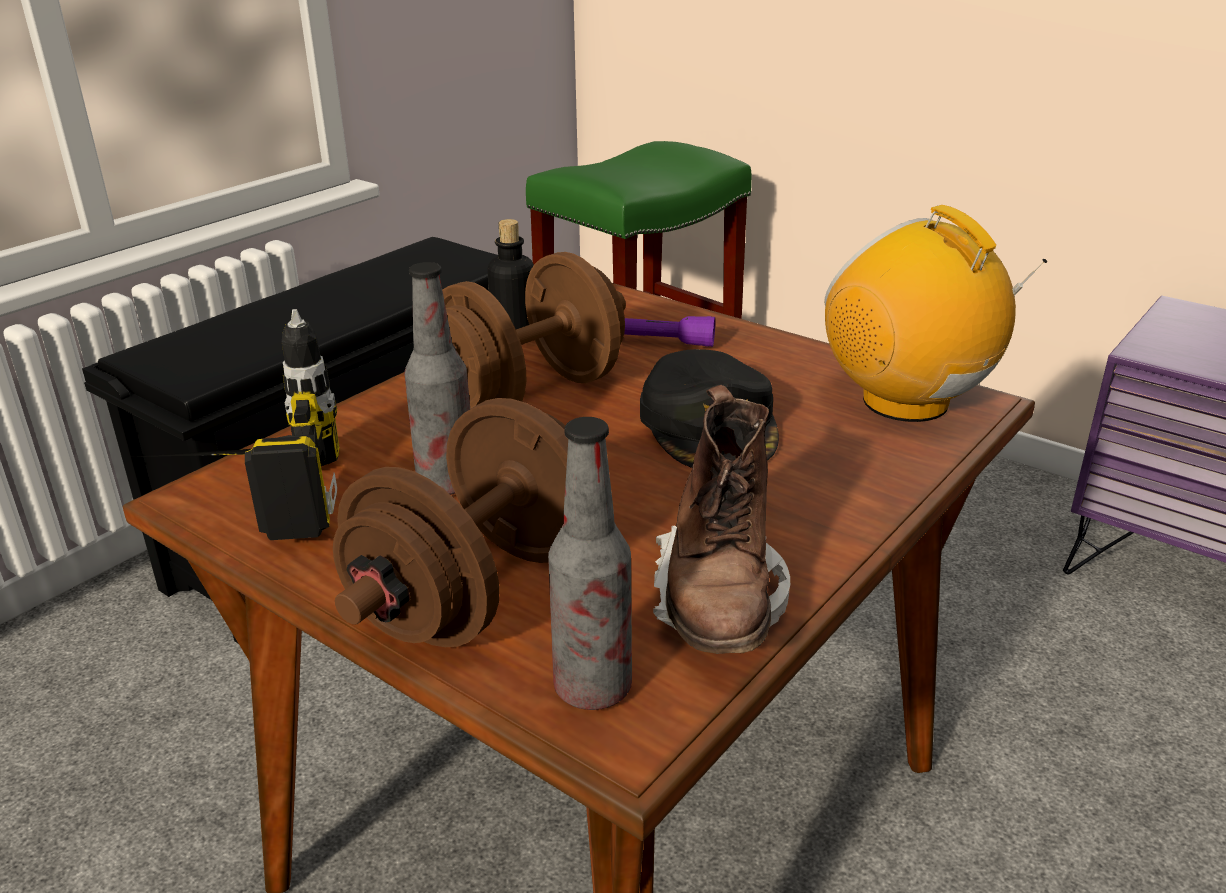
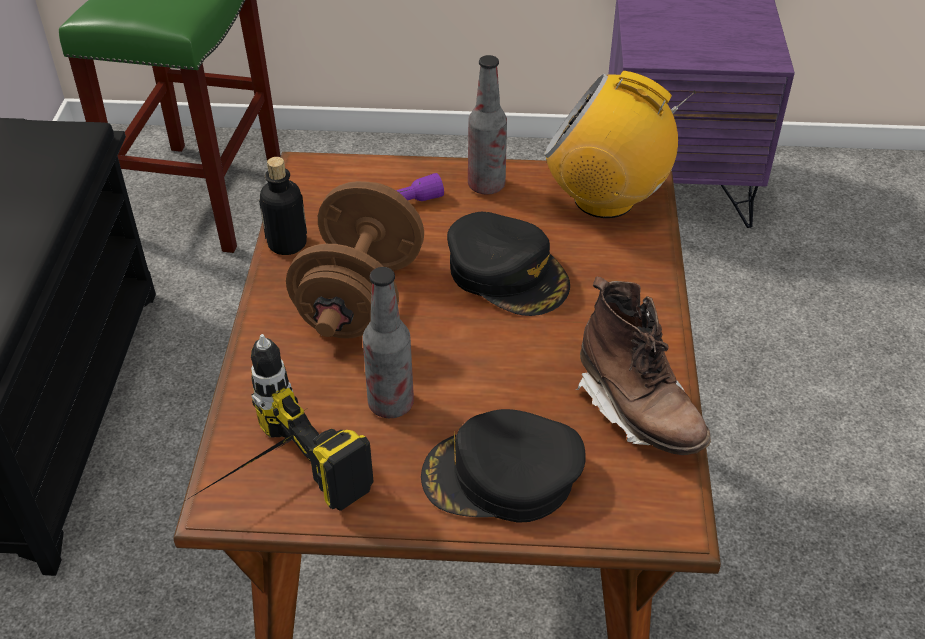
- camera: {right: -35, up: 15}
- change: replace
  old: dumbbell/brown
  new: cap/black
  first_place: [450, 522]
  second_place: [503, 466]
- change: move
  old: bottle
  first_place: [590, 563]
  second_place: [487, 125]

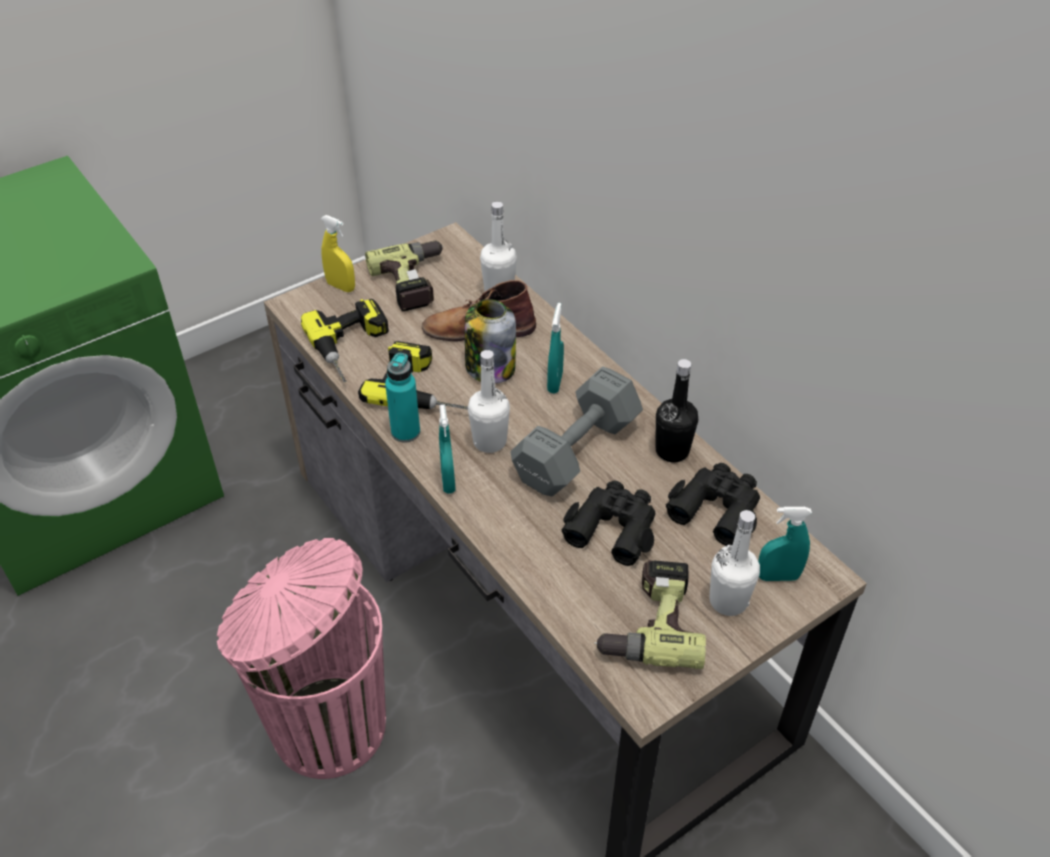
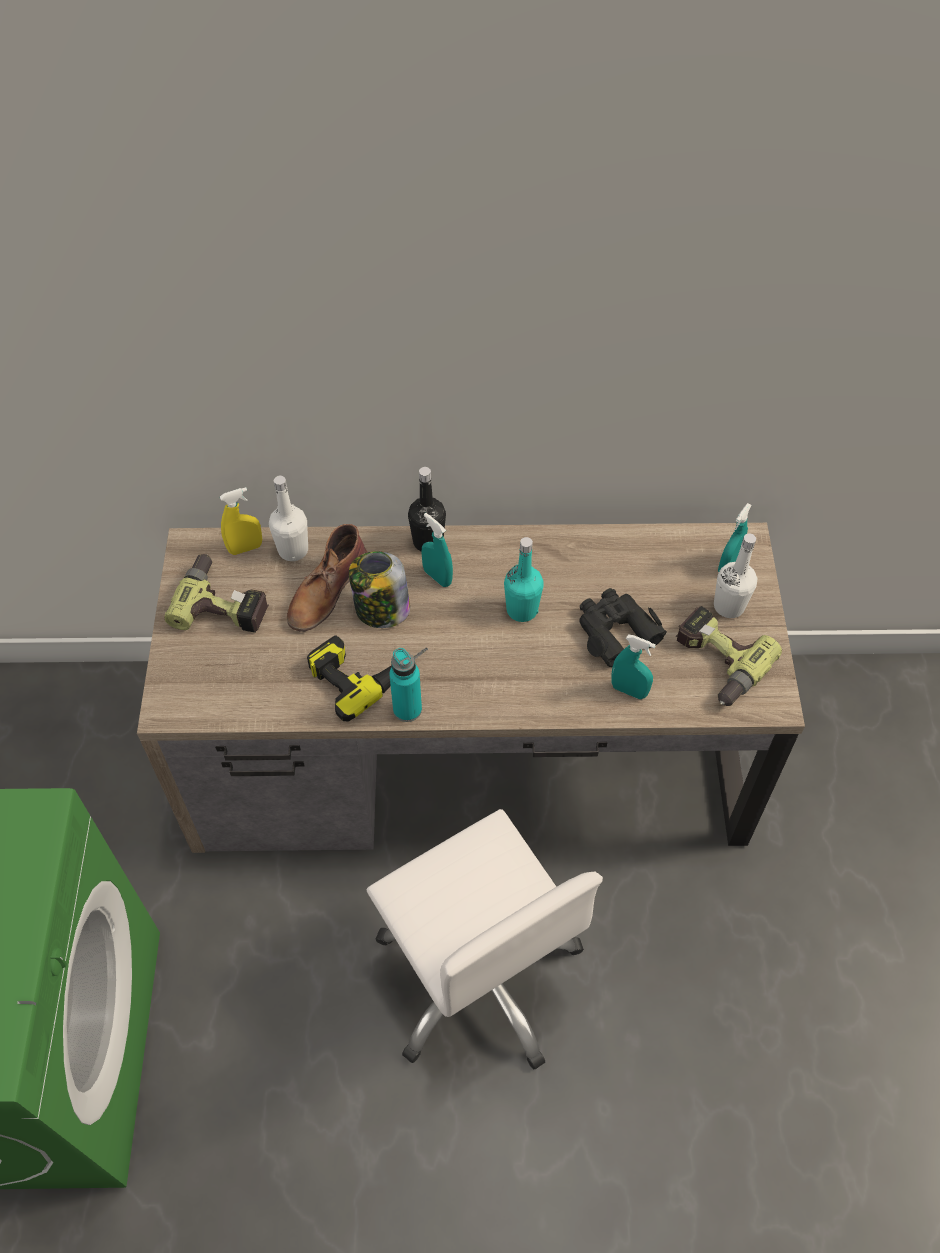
- camera: {right: -55, up: 10}
- change: move
  old: spray bottle/yellow
  first_place: [338, 253]
  second_place: [241, 521]
- change: replace
  old: trash can/pink
  new: office chair/white
  first_place: [301, 658]
  second_place: [485, 939]
- change: move
  old: bottle/black
  first_place: [677, 410]
  second_place: [427, 509]
- change: replace
  old: dumbbell/grey
  new: bottle/turquoise
  first_place: [576, 431]
  second_place: [524, 579]
- change: move
  old: spray bottle/turquoise
  first_place: [447, 449]
  second_place: [633, 667]
- change: delete
  old: power drill
  first_place: [345, 340]
- change: delete
  old: bottle/white
  first_place: [489, 401]
- change: delete
  old: binoculars/black
  first_place: [713, 504]

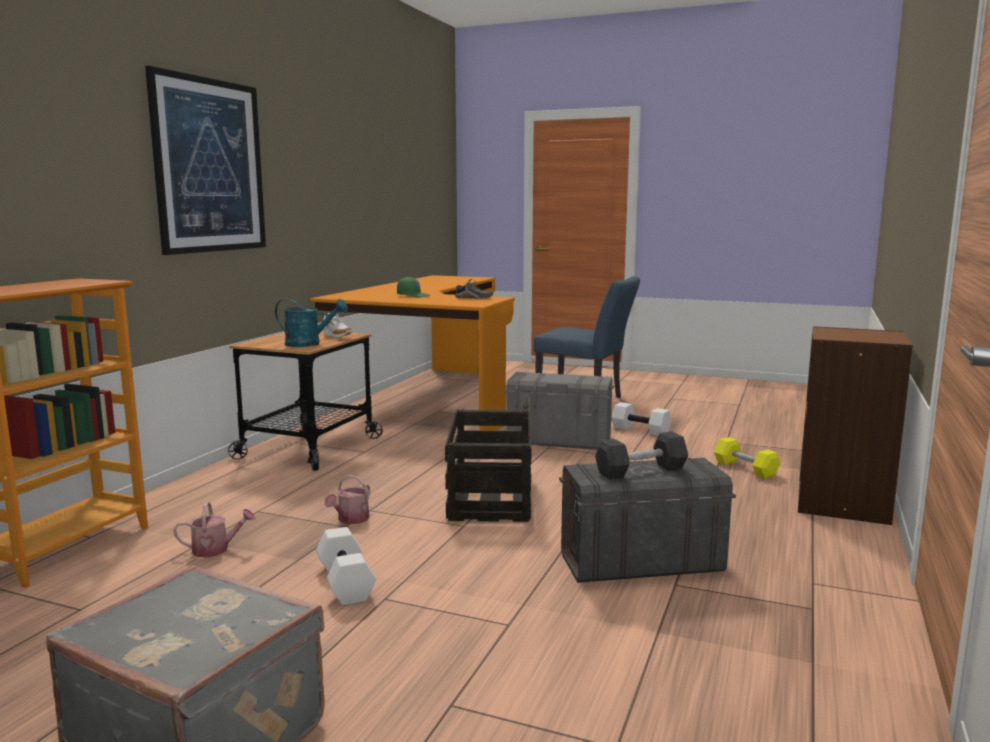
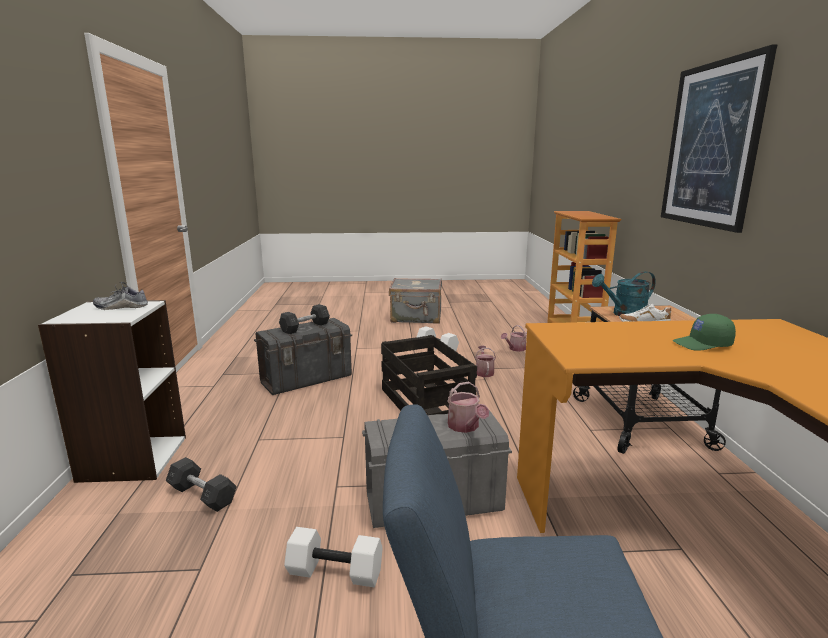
- camera: {right: 155, up: 5}
- change: recolor
  old: bookcase/brown
  new: bookcase/white
  first_place: [855, 425]
  second_place: [112, 391]
- change: move
  old: shoe
  first_place: [474, 289]
  second_place: [120, 296]
- change: recolor
  old: dumbbell/yellow
  new: dumbbell/grey
  first_place: [747, 458]
  second_place: [201, 484]
- change: insert
  new: watering can
  second_place: [468, 407]

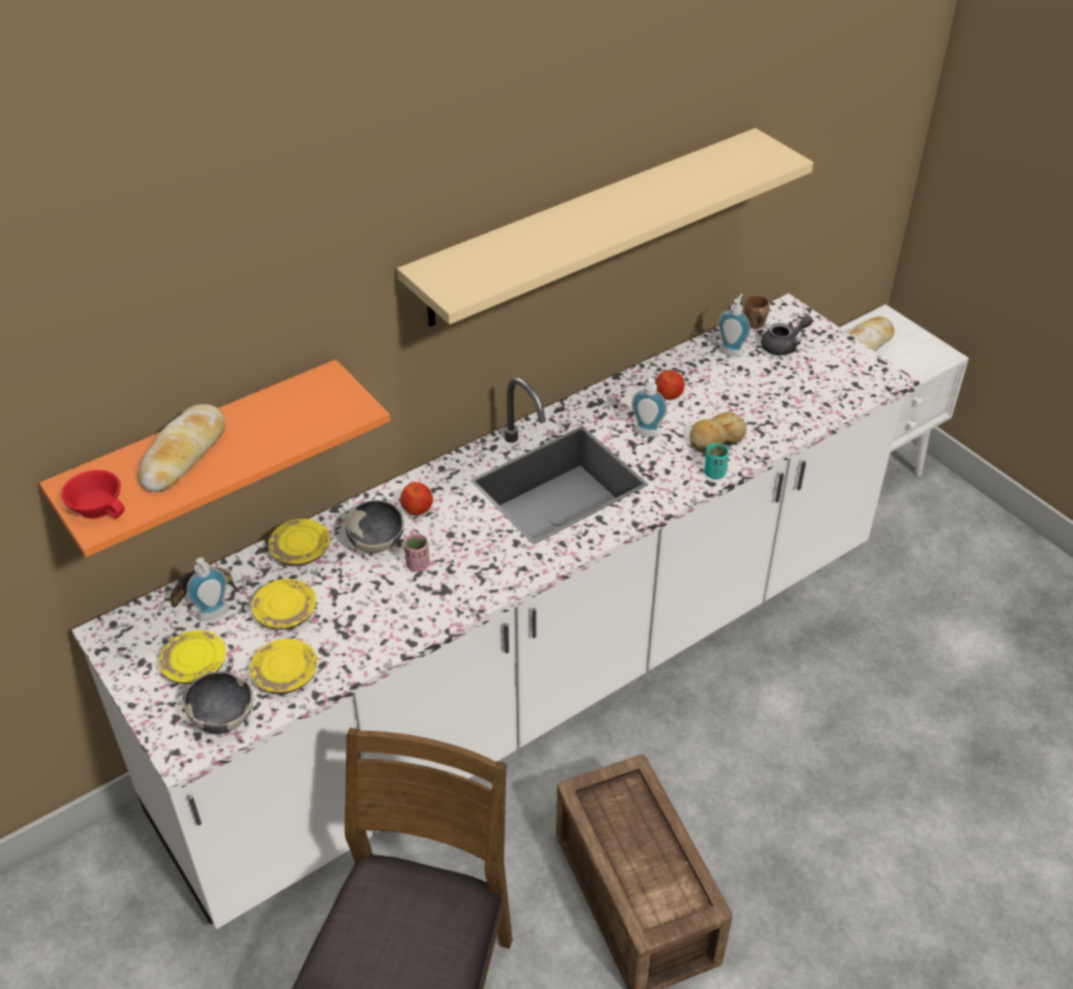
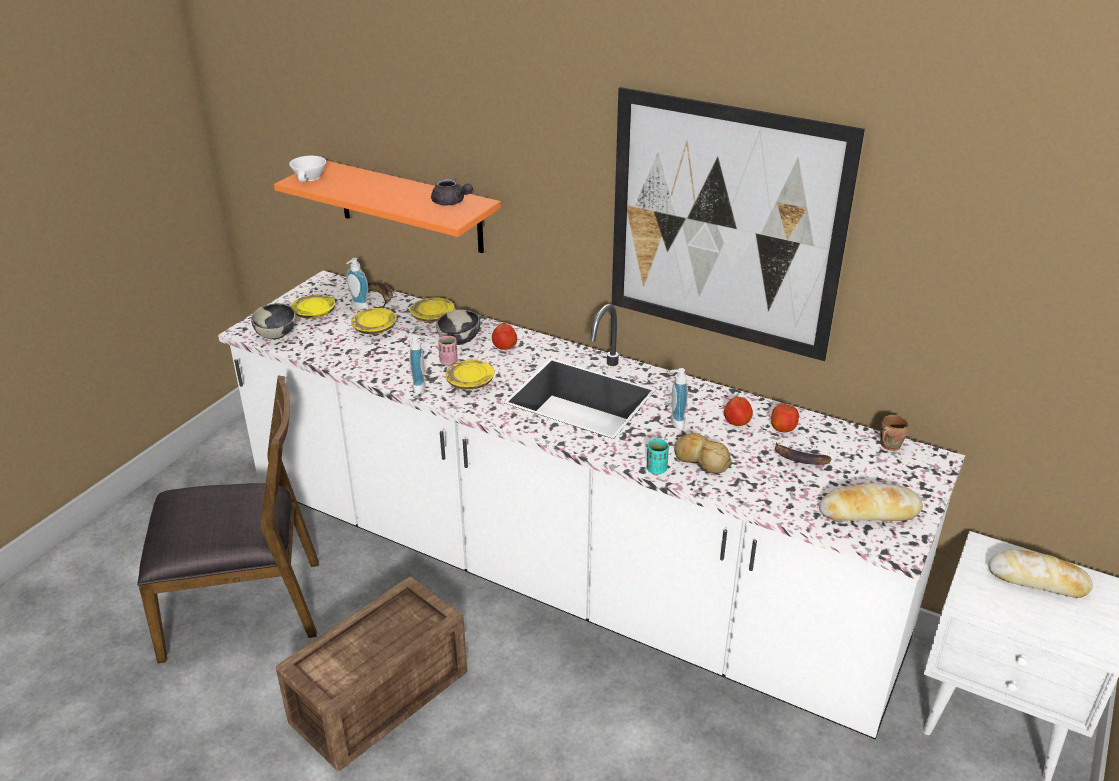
- camera: {right: 65, up: -10}
- change: recolor
  old: cup/red
  new: cup/white
  first_place: [93, 494]
  second_place: [307, 169]
- change: move
  old: soap dispenser
  first_place: [734, 325]
  second_place: [418, 364]
- change: move
  old: teapot/grey
  first_place: [787, 335]
  second_place: [452, 191]
- change: move
  old: plate/yellow
  first_place: [283, 666]
  second_place: [470, 375]
- change: replace
  old: shelf/beige
  new: picture
  first_place: [605, 227]
  second_place: [738, 224]
- change: insert
  new: apple
  second_place: [785, 418]
- change: insert
  new: banana
  second_place: [803, 454]
- change: move
  old: bread
  first_place: [181, 448]
  second_place: [871, 502]

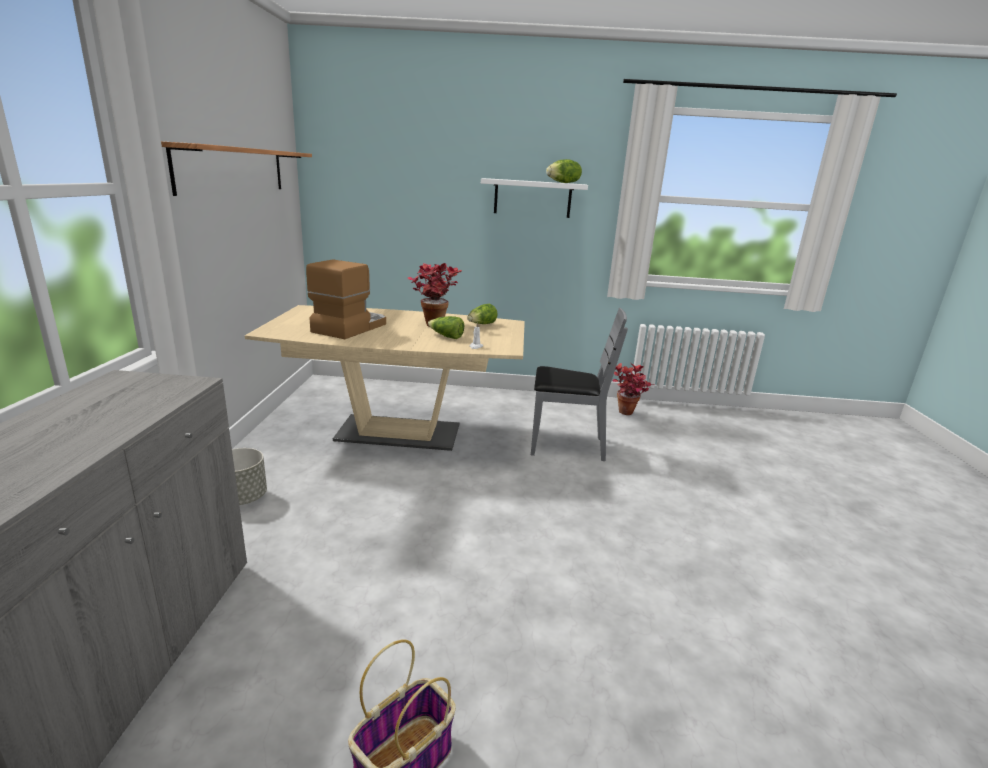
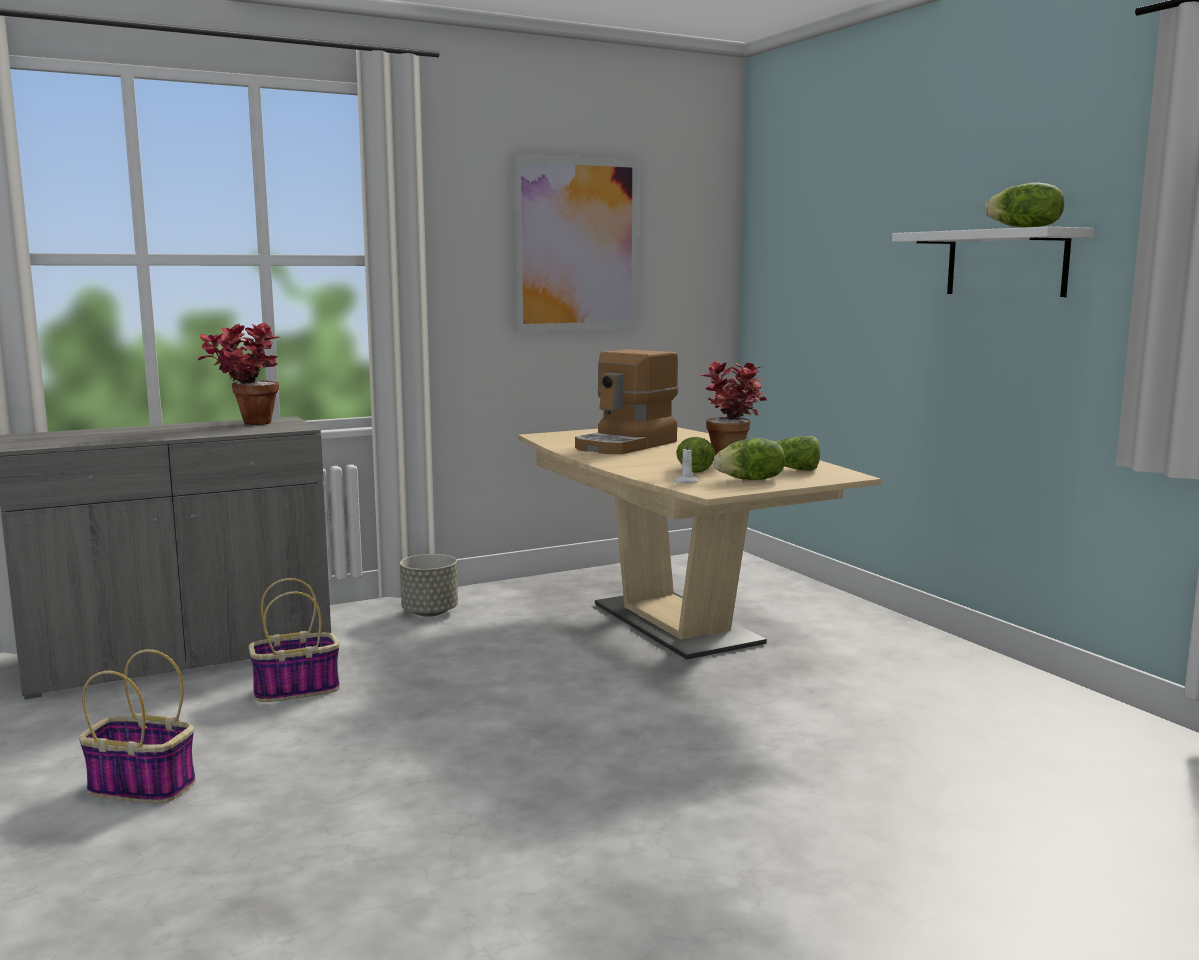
- camera: {right: 60, up: -10}
- change: move
  old: potted plant
  first_place: [632, 389]
  second_place: [239, 373]
- change: insert
  new: basket
  second_place: [294, 640]
- change: replace
  old: shelf
  new: picture
  first_place: [236, 168]
  second_place: [575, 242]
- change: rotate
  old: coffee machine
  first_place: [346, 299]
  second_place: [626, 401]
  degrees: 135
- change: insert
  new: lettuce
  second_place: [749, 459]
- change: delete
  old: chair/grey
  first_place: [579, 384]

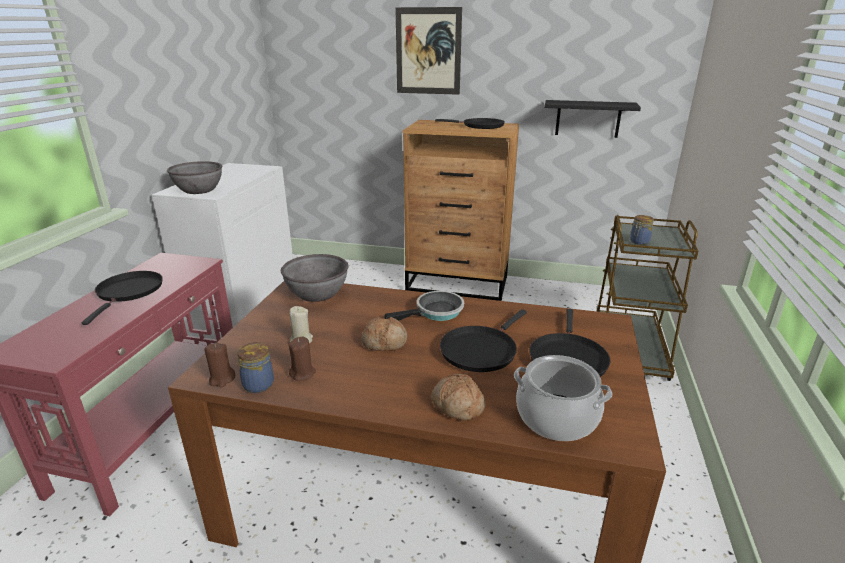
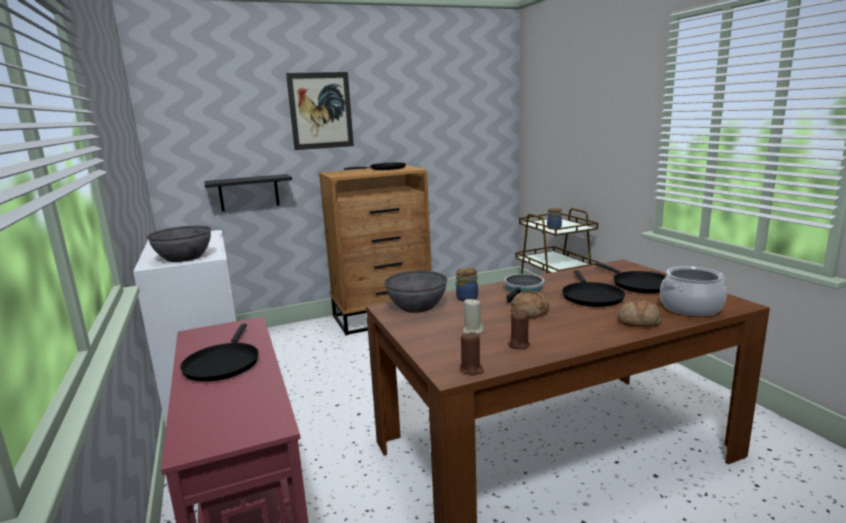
- camera: {right: -35, up: -10}
- change: rotate
  old: frying pan/black
  first_place: [122, 298]
  second_place: [219, 353]
  degrees: -150
- change: move
  old: shelf/black
  first_place: [592, 119]
  second_place: [248, 192]
- change: move
  old: jar
  first_place: [255, 367]
  second_place: [467, 284]

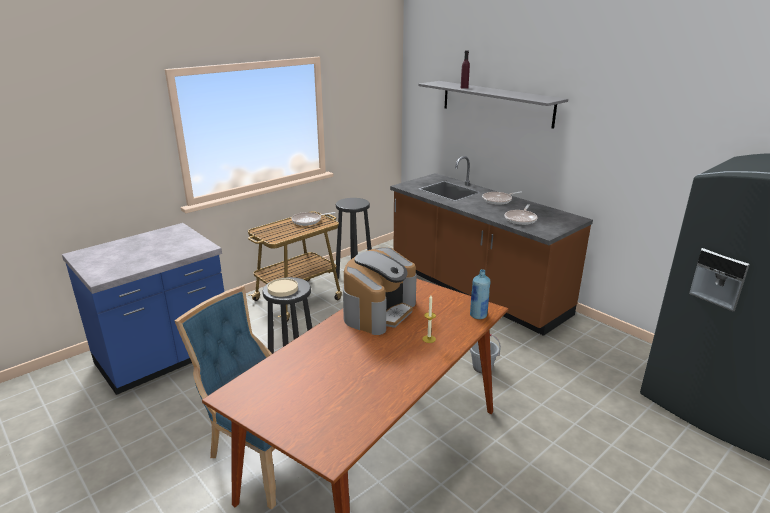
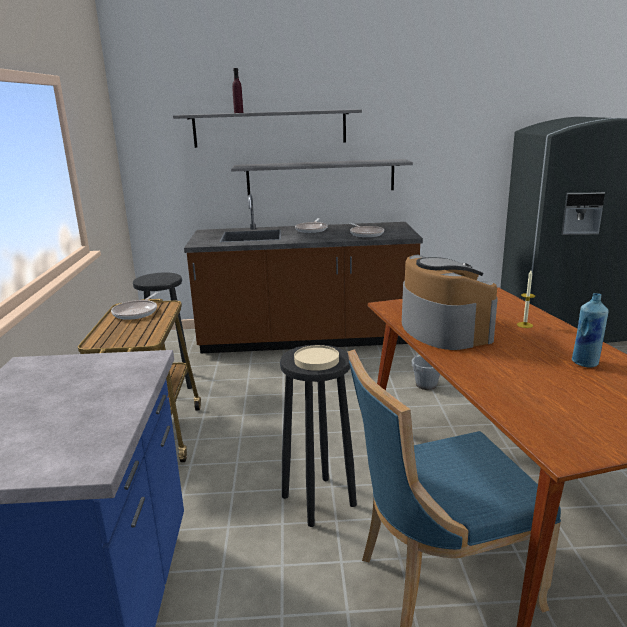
- camera: {right: -50, up: -5}
- change: insert
  new: shelf/grey
  second_place: [322, 177]
- change: move
  old: bottle/blue
  first_place: [480, 294]
  second_place: [590, 330]

